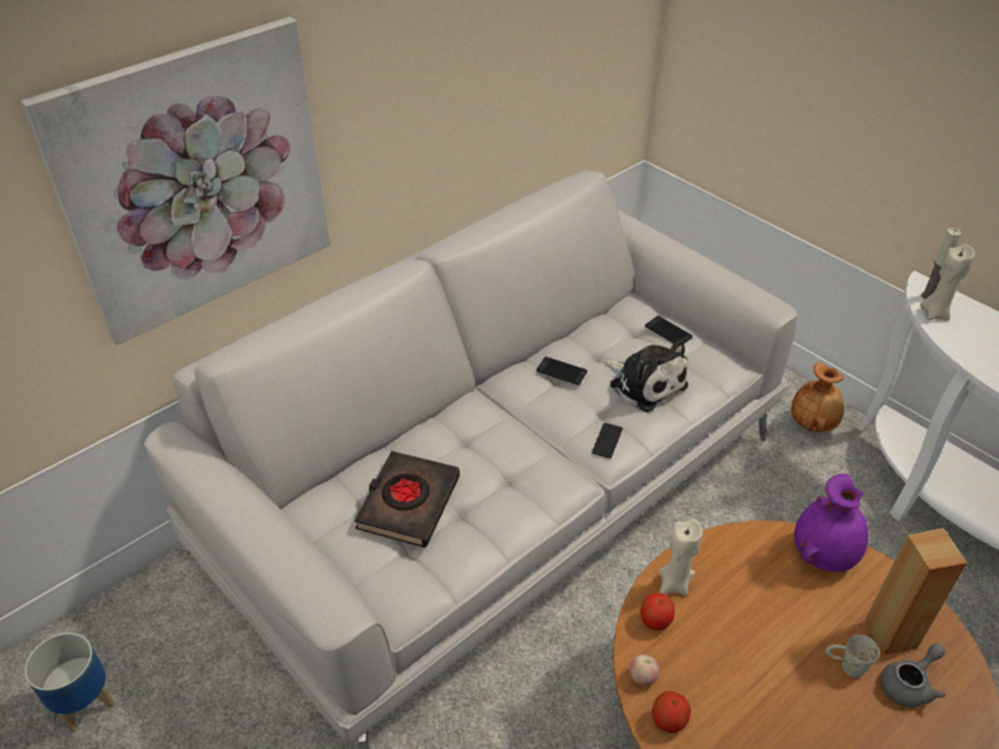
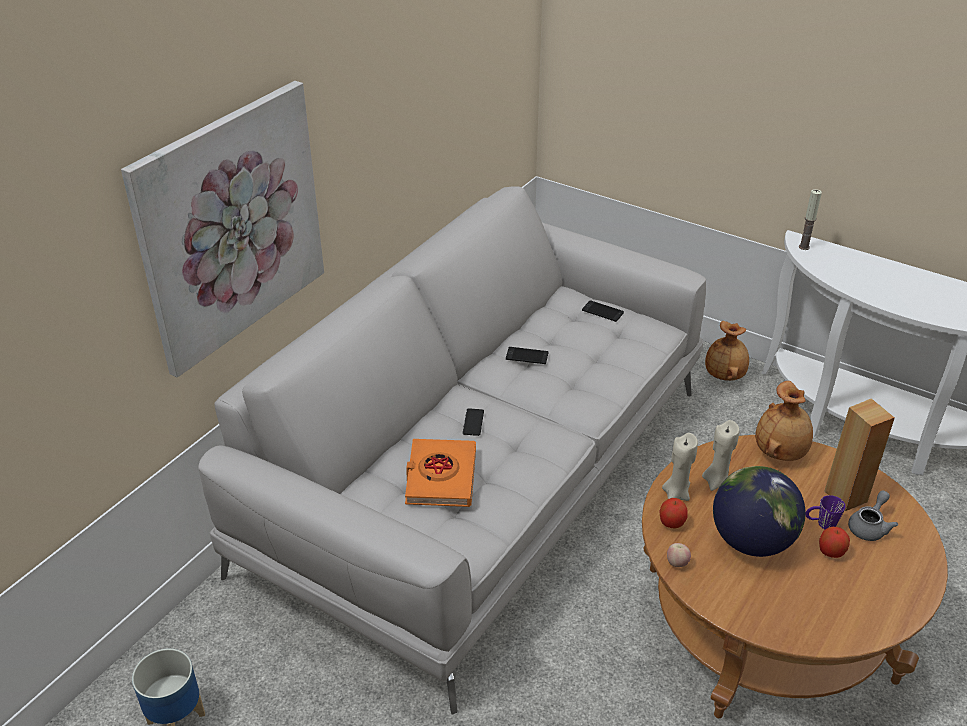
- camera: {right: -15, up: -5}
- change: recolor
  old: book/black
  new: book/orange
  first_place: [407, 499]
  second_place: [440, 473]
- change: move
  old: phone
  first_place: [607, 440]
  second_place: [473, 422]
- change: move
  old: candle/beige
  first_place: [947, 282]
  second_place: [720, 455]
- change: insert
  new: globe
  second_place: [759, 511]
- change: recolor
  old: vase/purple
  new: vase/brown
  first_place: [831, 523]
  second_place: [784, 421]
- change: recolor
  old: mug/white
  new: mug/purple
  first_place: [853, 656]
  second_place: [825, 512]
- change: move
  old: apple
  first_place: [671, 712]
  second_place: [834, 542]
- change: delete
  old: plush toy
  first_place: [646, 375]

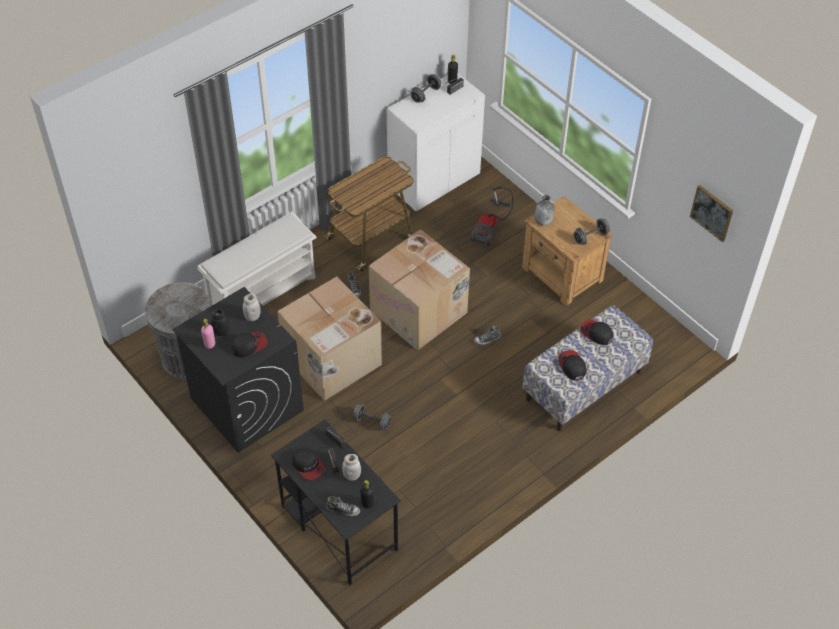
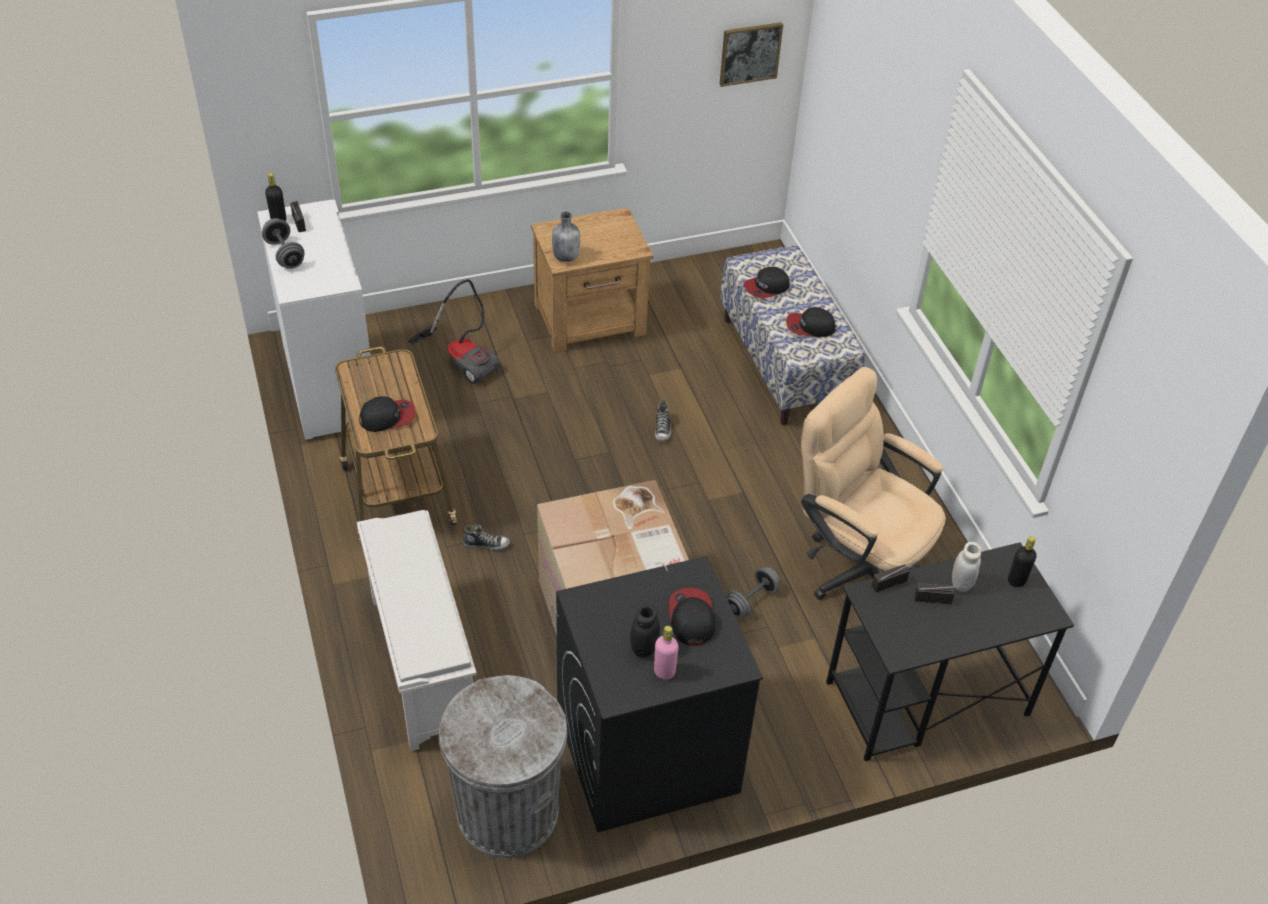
- camera: {right: -70, up: -5}
- change: move
  old: cap
  first_place: [309, 463]
  second_place: [387, 414]
- change: insert
  new: office chair/beige
  second_place: [873, 483]
- change: delete
  old: jar/white
  first_place: [252, 307]
- change: delete
  old: shoe
  first_place: [343, 506]
- change: delete
  old: cardboard box
  first_place: [419, 290]
- change: delete
  old: dumbbell/grey
  first_place: [592, 232]

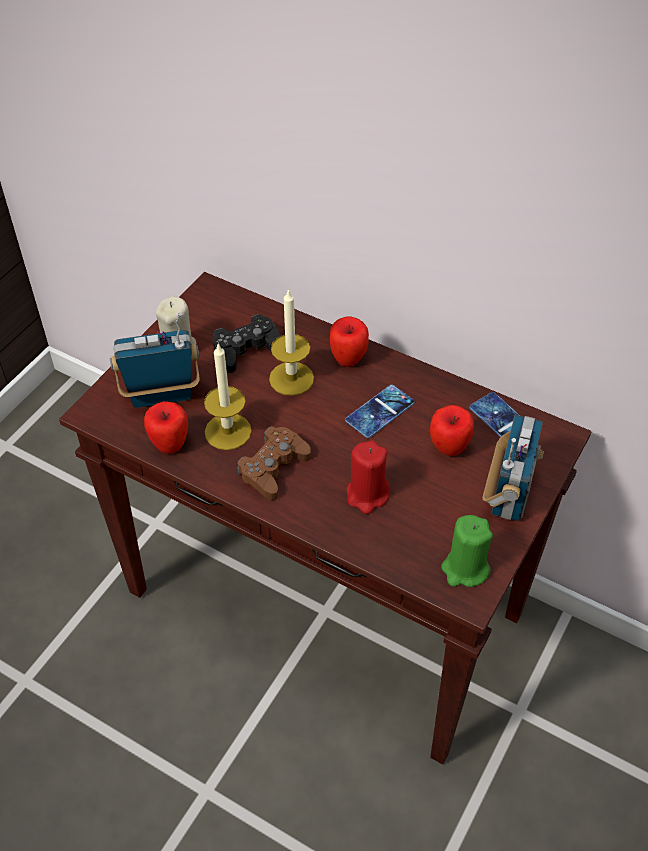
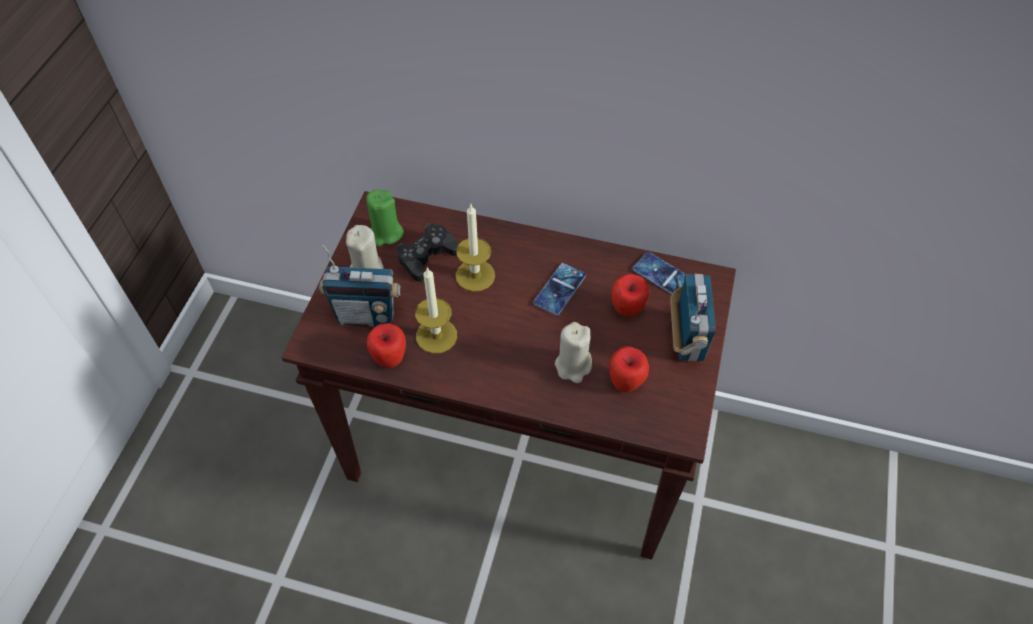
- camera: {right: -15, up: 5}
- change: rotate
  old: radio
  first_place: [155, 360]
  second_place: [360, 286]
  degrees: -150
- change: move
  old: candle/green
  first_place: [467, 551]
  second_place: [385, 218]
- change: recolor
  old: candle/red
  new: candle/beige
  first_place: [368, 477]
  second_place: [573, 352]
- change: move
  old: apple
  first_place: [349, 341]
  second_place: [629, 369]
- change: delete
  old: game controller/brown
  first_place: [274, 463]

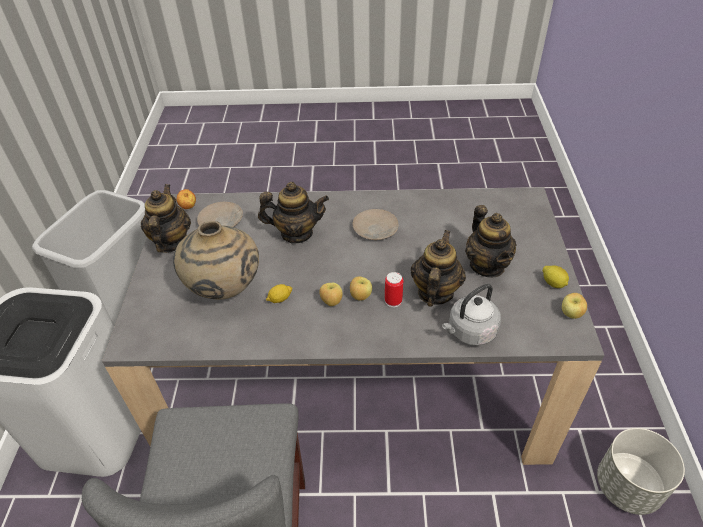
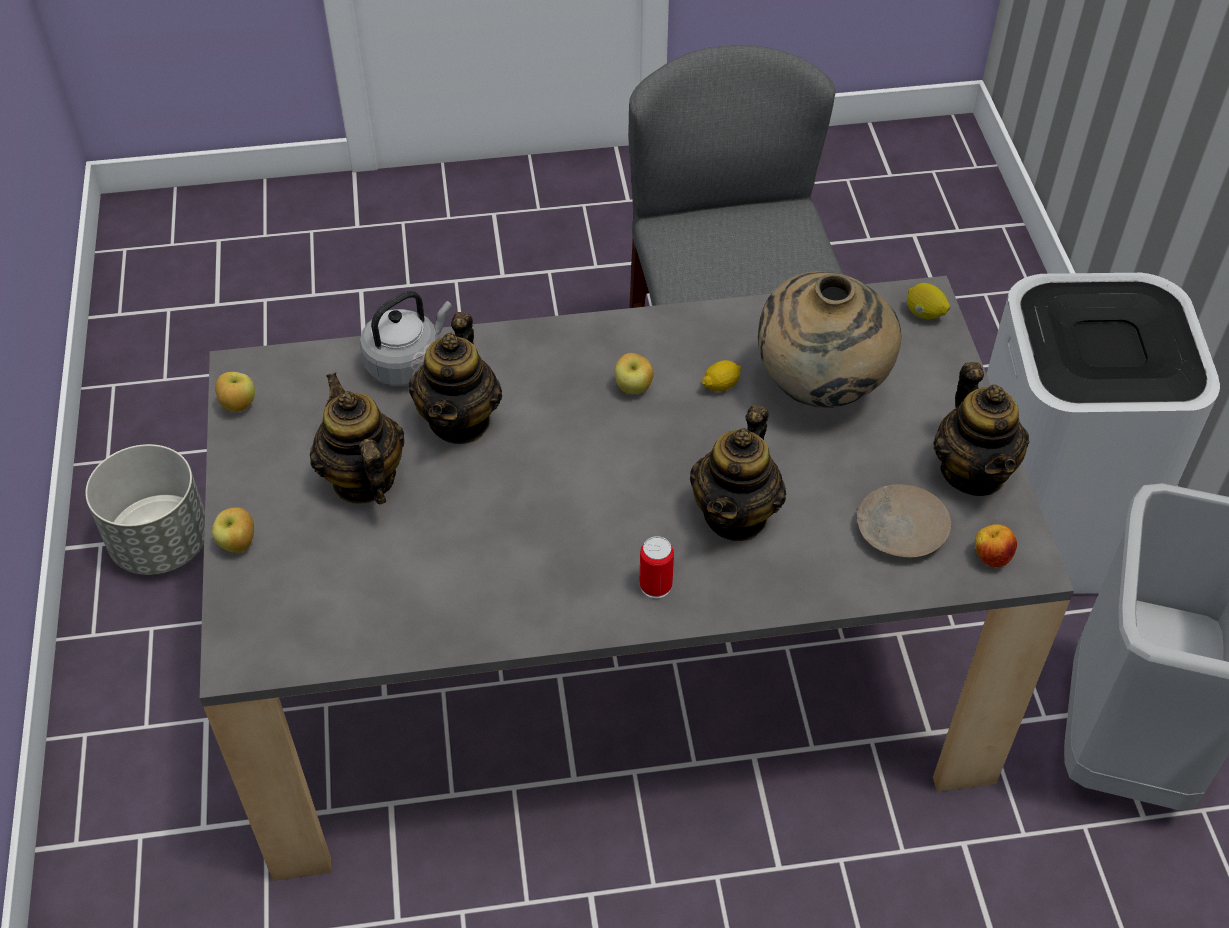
- camera: {right: 170, up: 5}
- change: move
  old: apple
  first_place: [361, 288]
  second_place: [233, 530]
- change: move
  old: can
  first_place: [394, 289]
  second_place: [656, 567]
- change: rotate
  old: teapot
  first_place: [293, 213]
  second_place: [738, 472]
  degrees: -60
- change: move
  old: lemon
  first_place: [556, 277]
  second_place: [928, 301]
- change: delete
  old: plate/beige
  first_place: [376, 224]

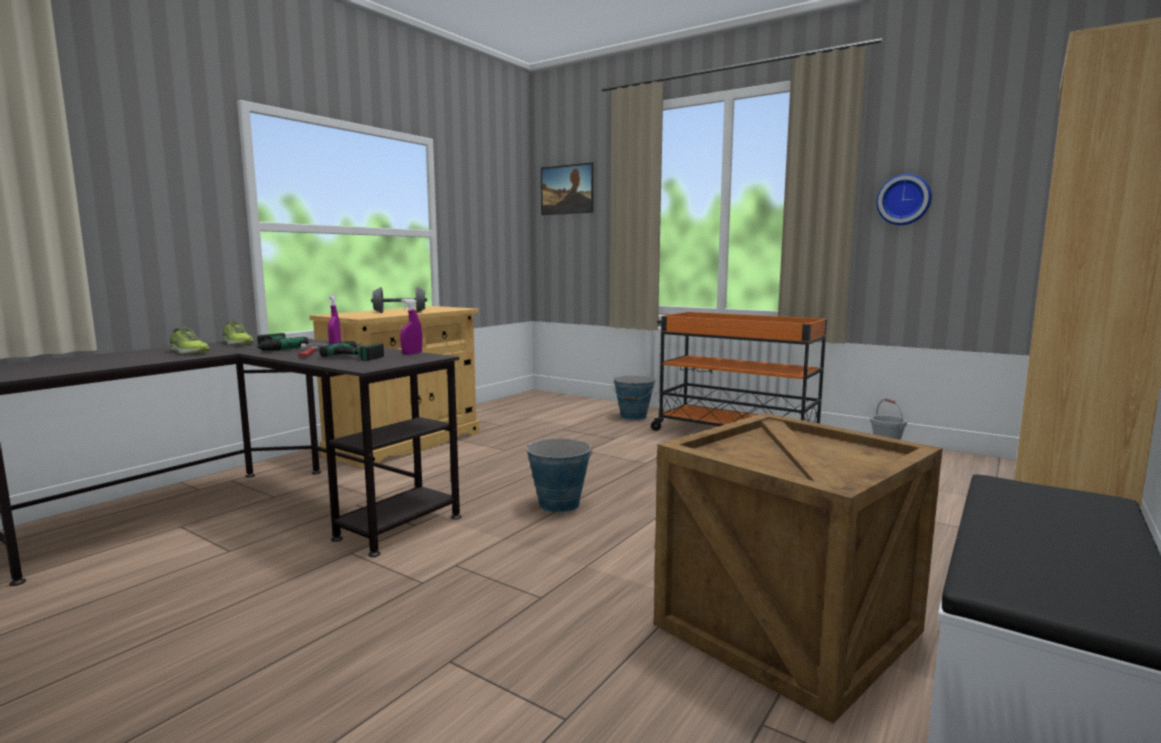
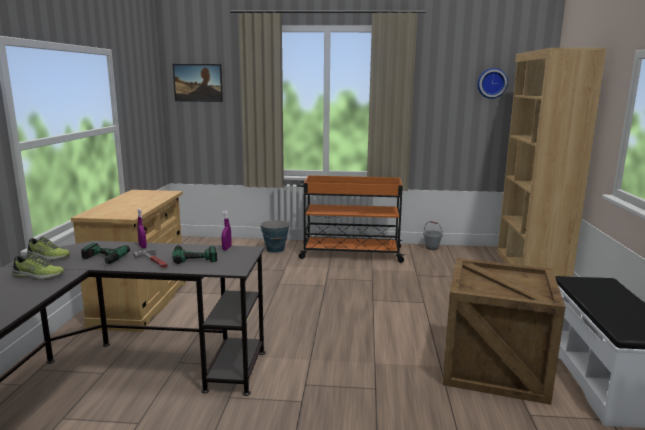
- camera: {right: -30, up: 5}
- change: move
  old: wall clock
  first_place: [904, 199]
  second_place: [492, 83]
- change: delete
  old: dumbbell/grey
  first_place: [399, 300]
- change: delete
  old: bucket
  first_place: [559, 475]

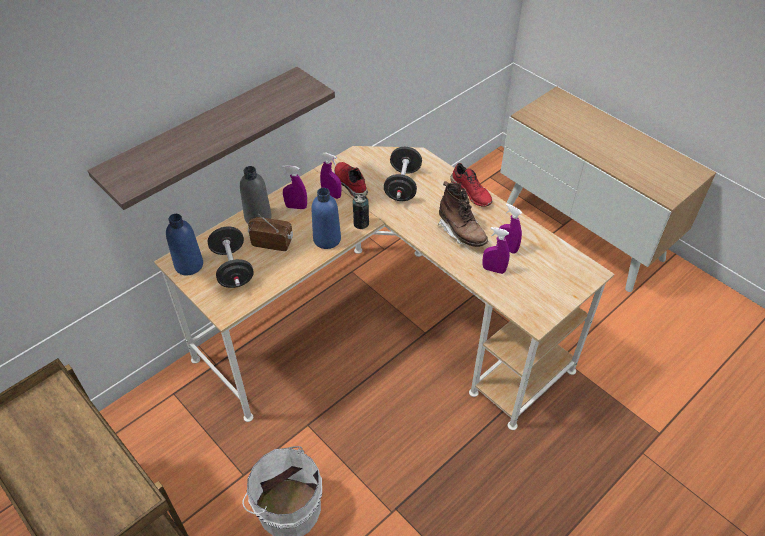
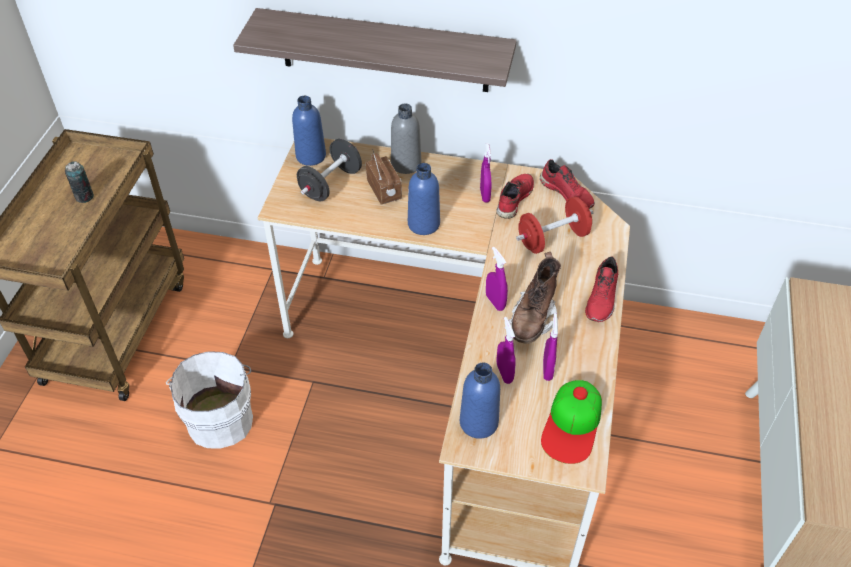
- camera: {right: 55, up: 0}
- change: move
  old: can
  first_place: [361, 211]
  second_place: [79, 182]
- change: insert
  new: bottle/blue
  second_place: [480, 400]
- change: move
  old: spray bottle/purple
  first_place: [294, 187]
  second_place: [497, 279]
- change: recolor
  old: dumbbell/black
  new: dumbbell/red
  first_place: [403, 174]
  second_place: [555, 225]
- change: insert
  new: shoe/red
  second_place: [567, 184]
- change: insert
  new: cap
  second_place: [571, 422]

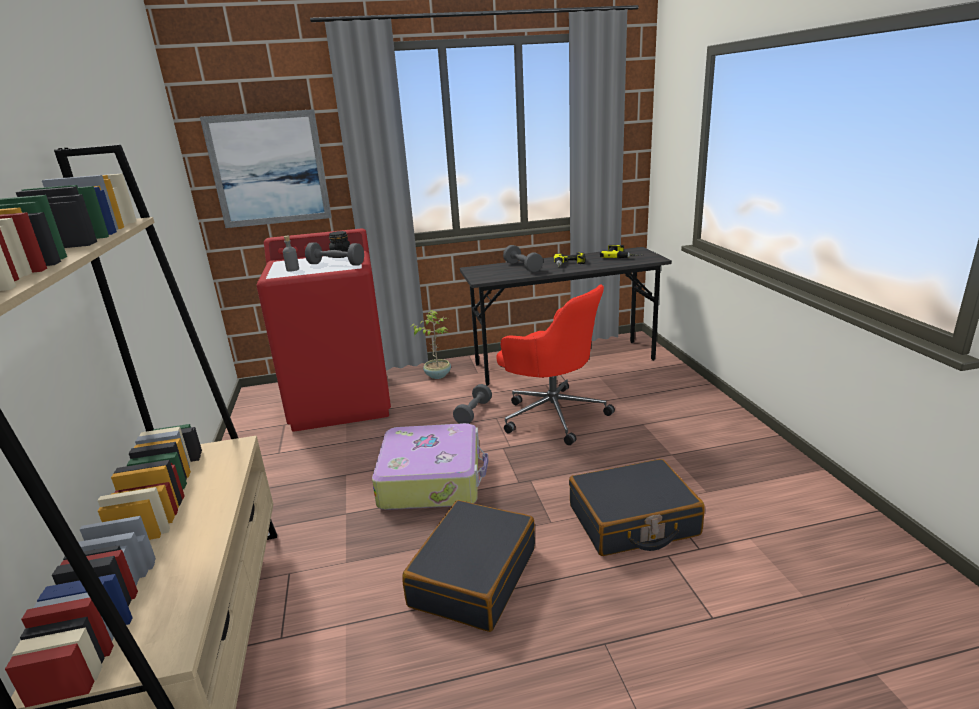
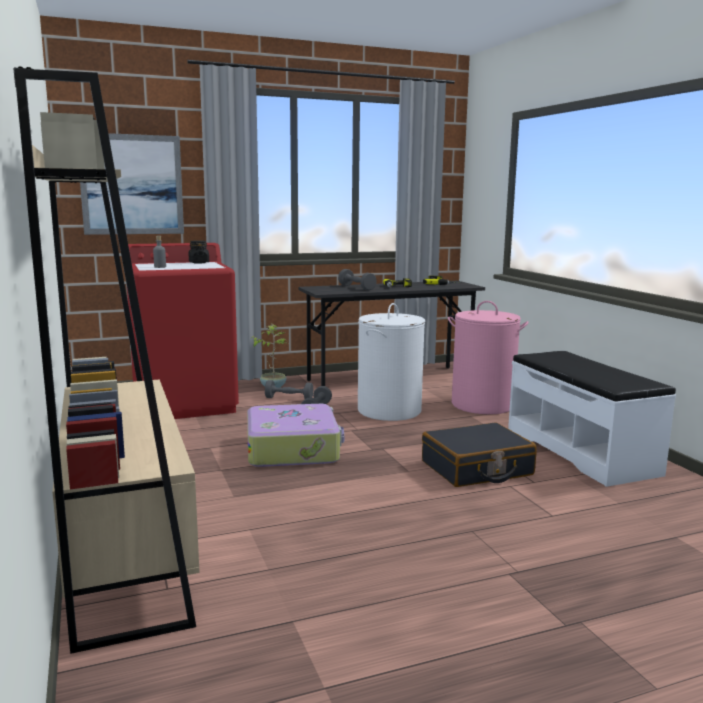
- camera: {right: -10, up: -10}
- change: move
  old: dumbbell/grey
  first_place: [334, 254]
  second_place: [289, 389]
- change: replace
  old: office chair/red
  new: laundry basket/white
  first_place: [555, 364]
  second_place: [391, 362]
- change: insert
  new: laundry basket/pink
  second_place: [488, 357]
- change: insert
  new: bench/white
  second_place: [592, 419]
- change: delete
  old: suitcase/black
  first_place: [468, 566]

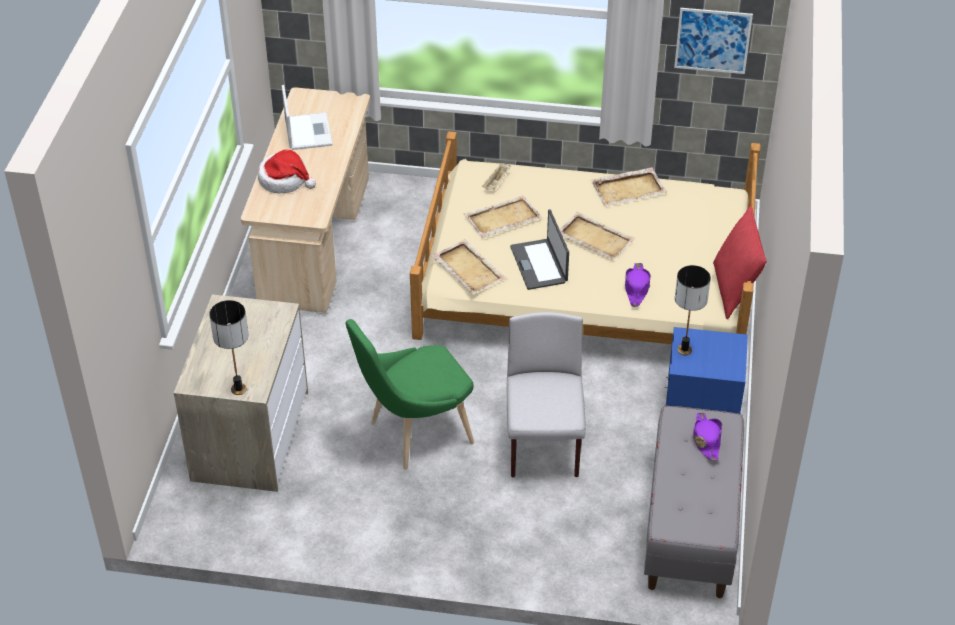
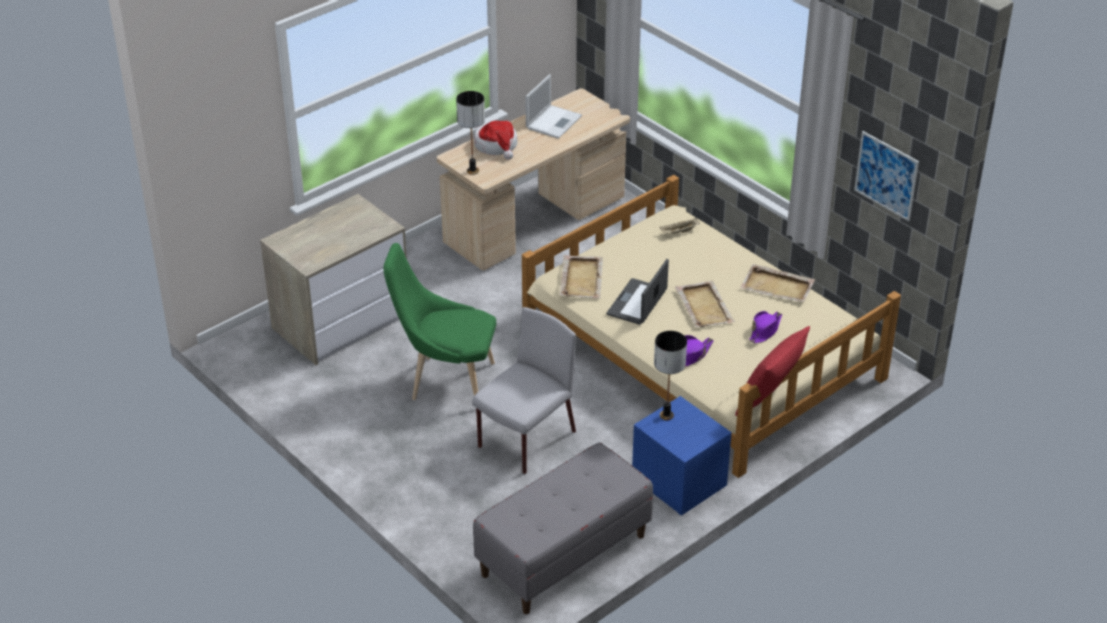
- camera: {right: 40, up: -5}
- change: move
  old: table lamp
  first_place: [228, 347]
  second_place: [470, 133]
- change: move
  old: hat/purple
  first_place: [707, 436]
  second_place: [765, 327]
- change: delete
  old: tray/beige
  first_place: [503, 216]

